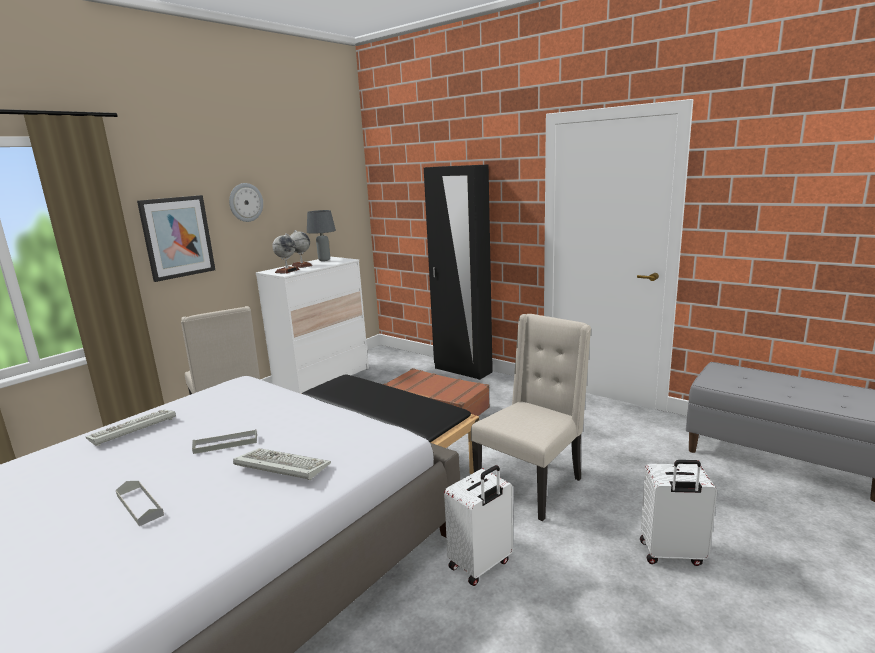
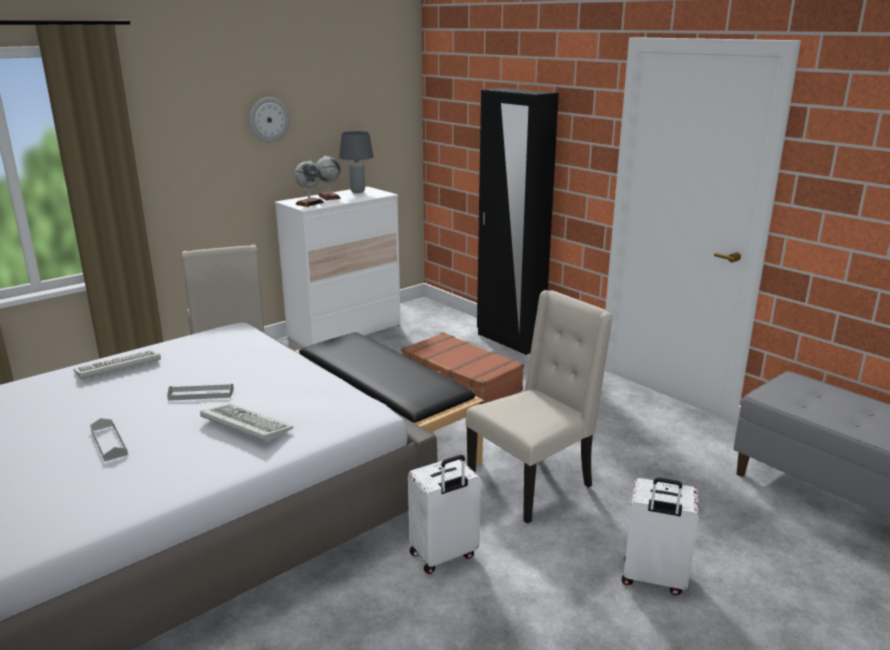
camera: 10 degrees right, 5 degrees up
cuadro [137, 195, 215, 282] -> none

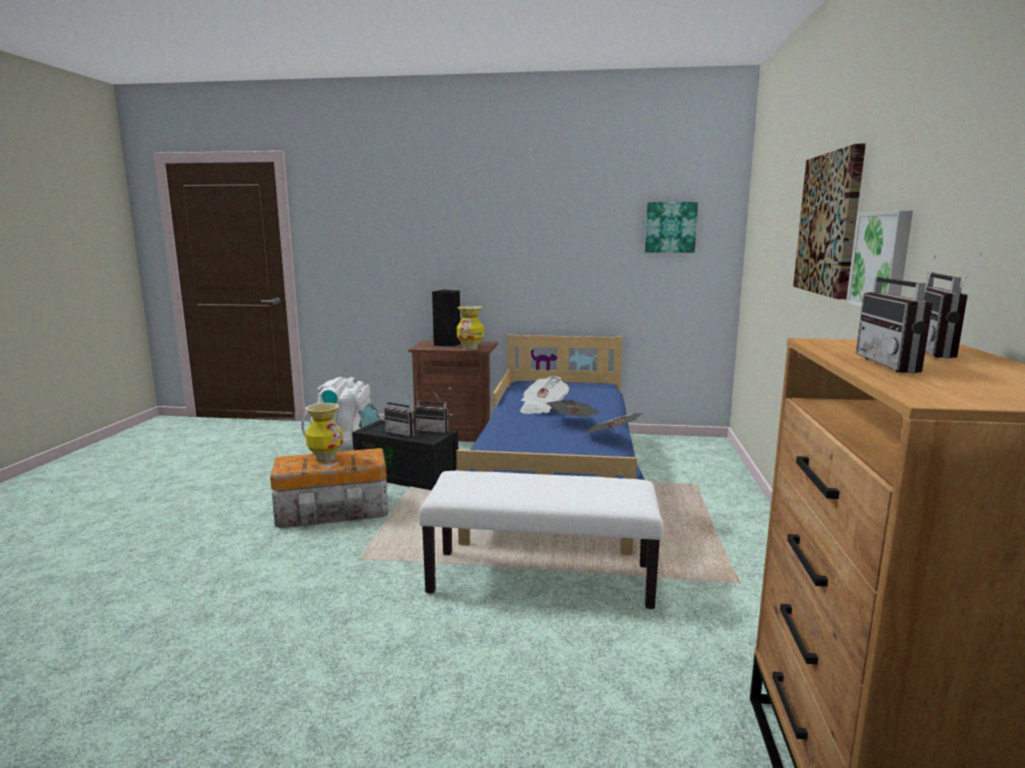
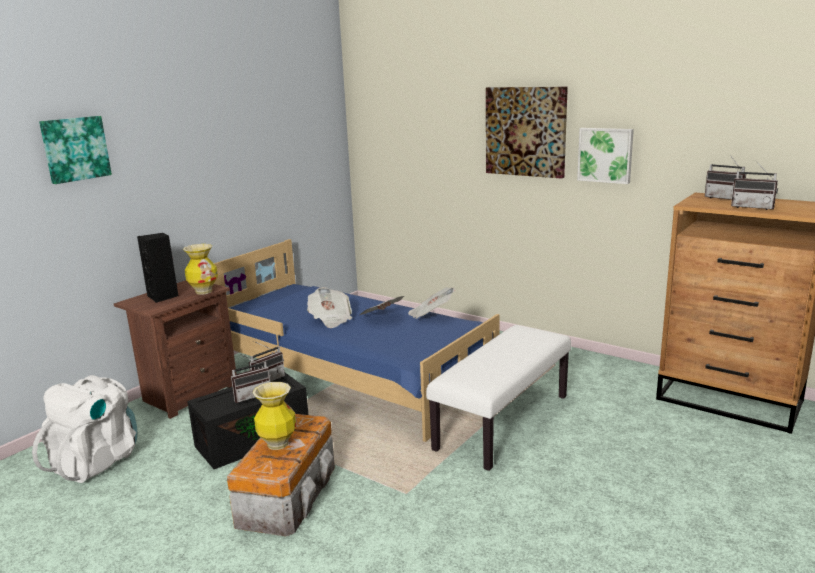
camera: 60 degrees left, 5 degrees up
cuadro [645, 202, 698, 253] -> cuadro [39, 116, 112, 184], moved

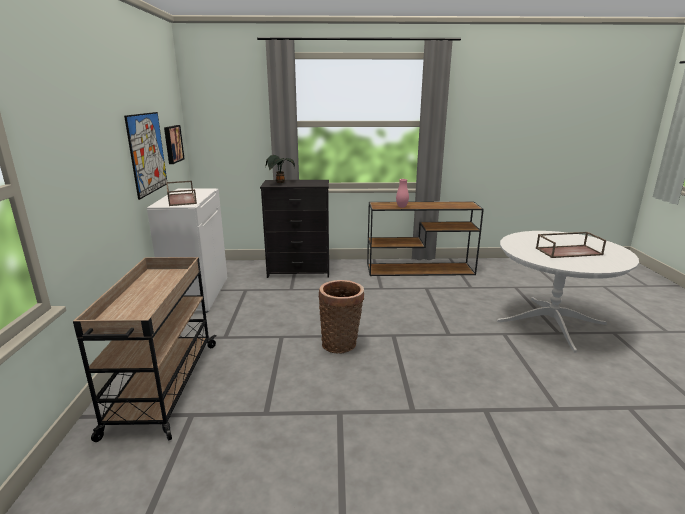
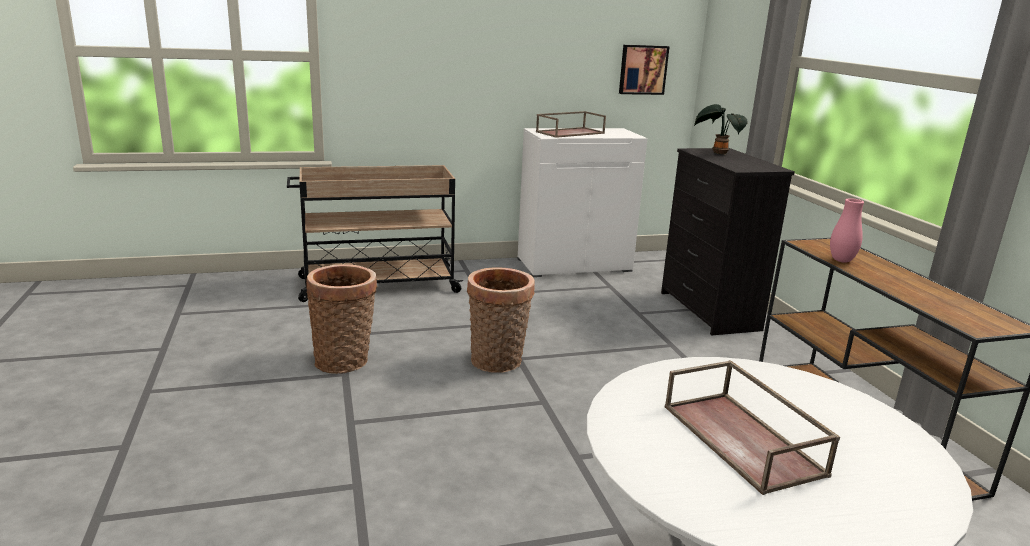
camera: 75 degrees right, 0 degrees up
cuadro [124, 112, 167, 200] -> none
none -> cesta [306, 264, 378, 374]

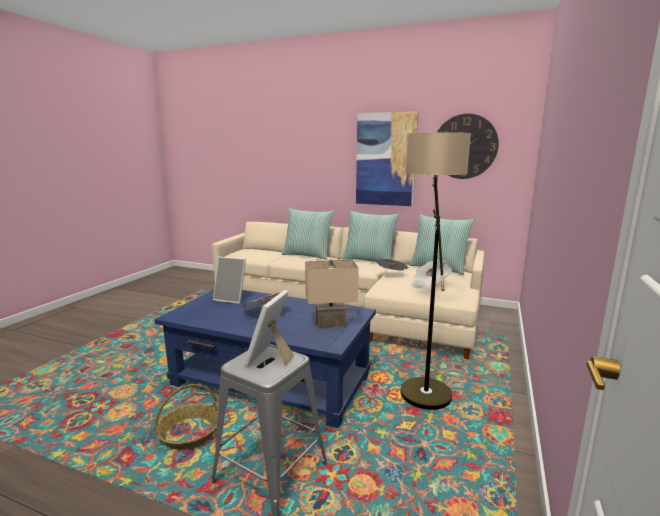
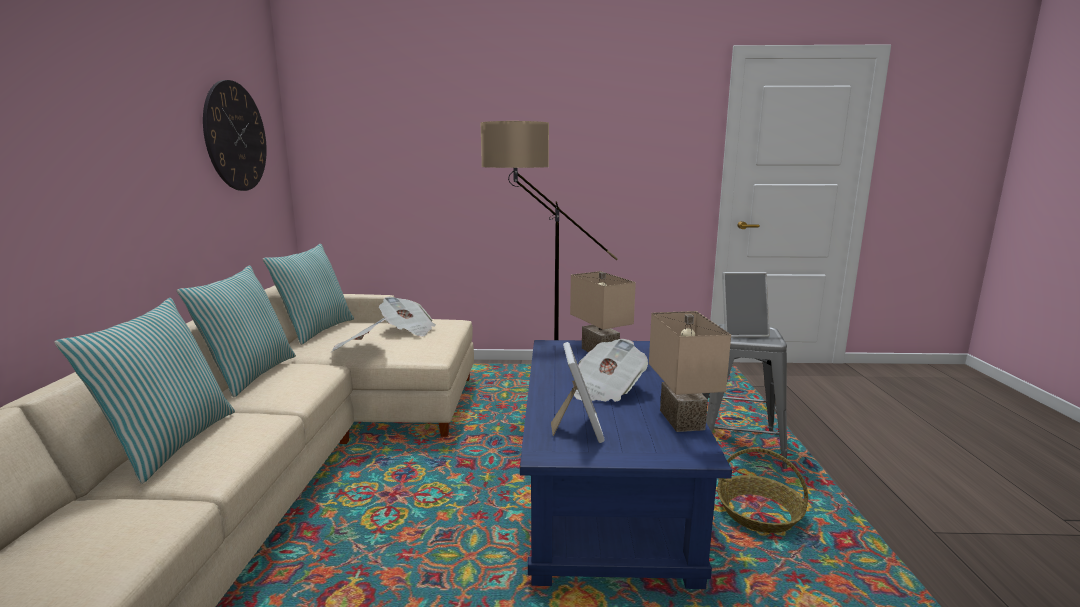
camera: 110 degrees left, 0 degrees up
cuadro [356, 111, 418, 206] -> none
none -> lámpara de mesa/beis [649, 311, 731, 432]

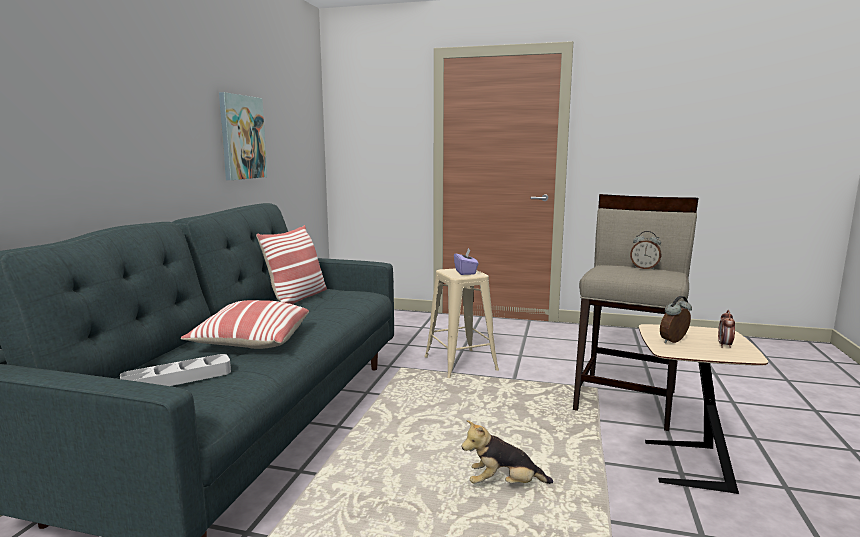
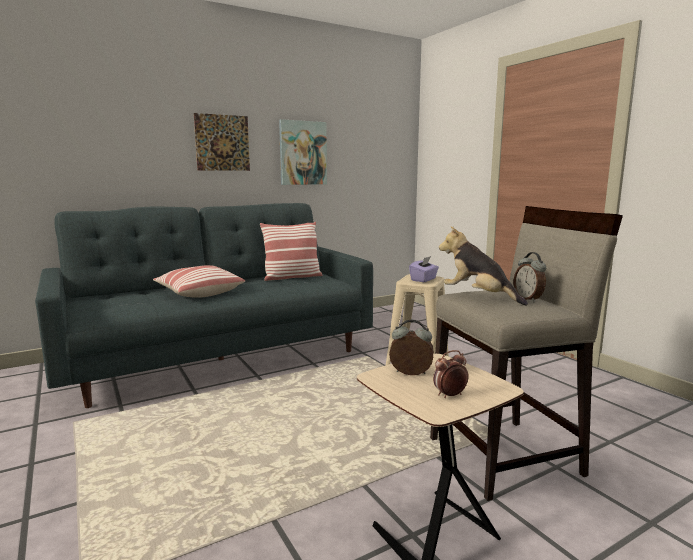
camera: 45 degrees right, 0 degrees up
bandeja/gris [120, 354, 231, 386] -> none
none -> cuadro [194, 113, 250, 171]
peluche [461, 420, 553, 484] -> peluche [439, 226, 528, 306], moved

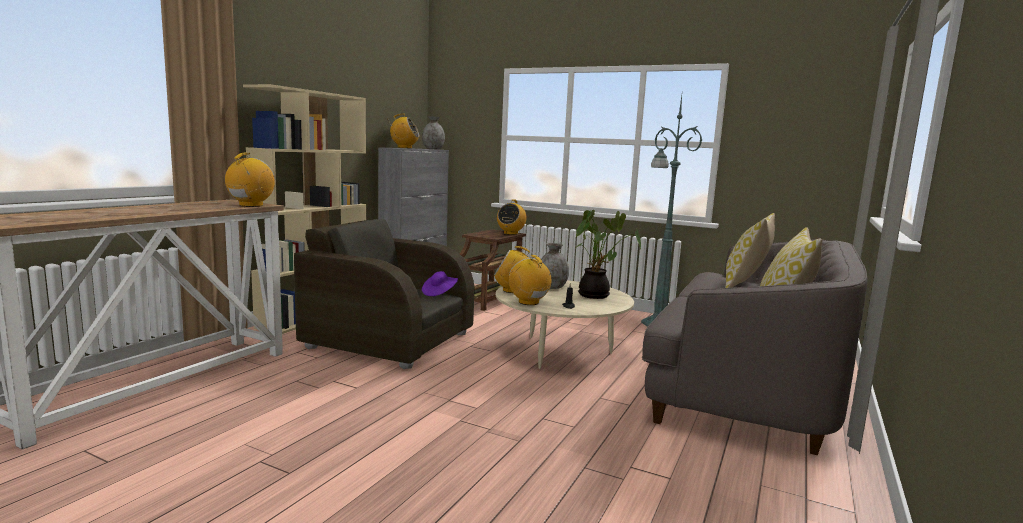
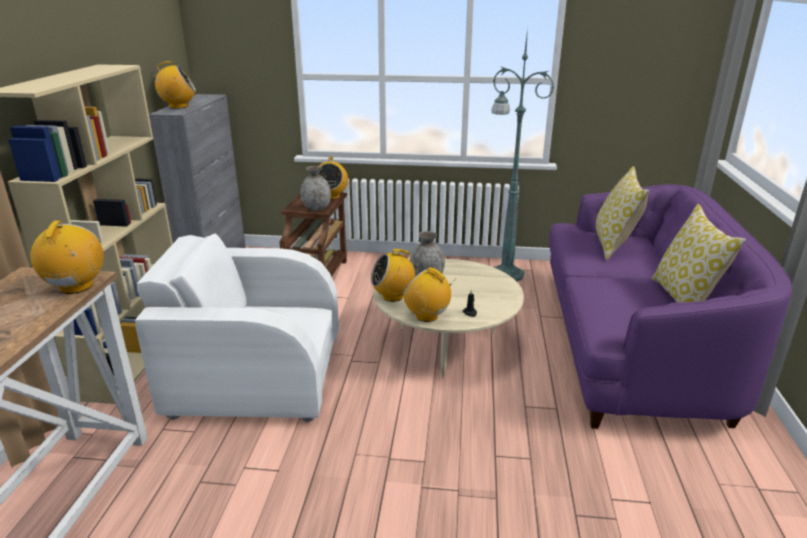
camera: 20 degrees left, 15 degrees up
sombrero/morado [422, 271, 458, 296] -> none
planta en maceta [575, 210, 641, 299] -> none
florero/gris [422, 116, 445, 149] -> florero/gris [300, 166, 331, 211], moved
sillón/marrón [294, 219, 475, 369] -> sillón/blanco [135, 234, 339, 422]
sofá/gris [642, 240, 868, 455] -> sofá/morado [549, 184, 792, 429]

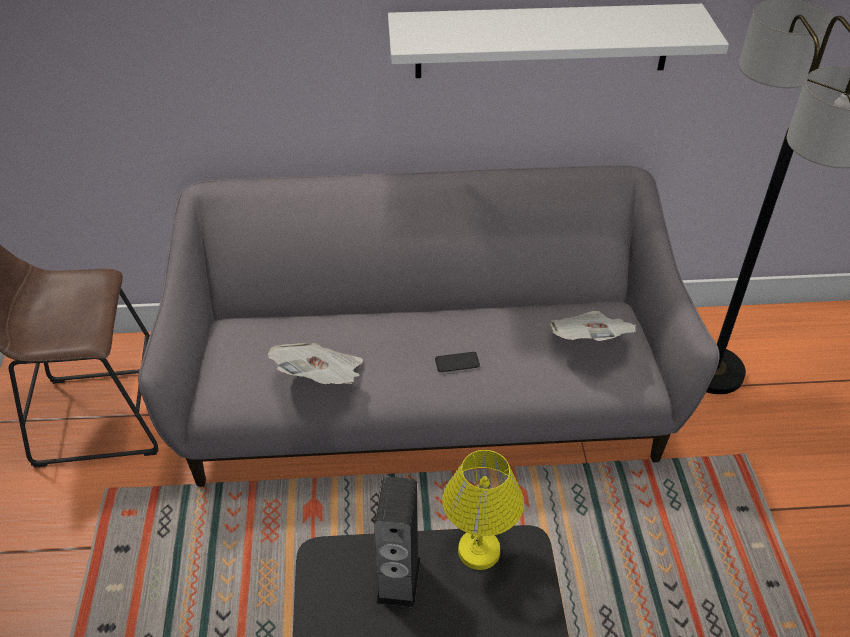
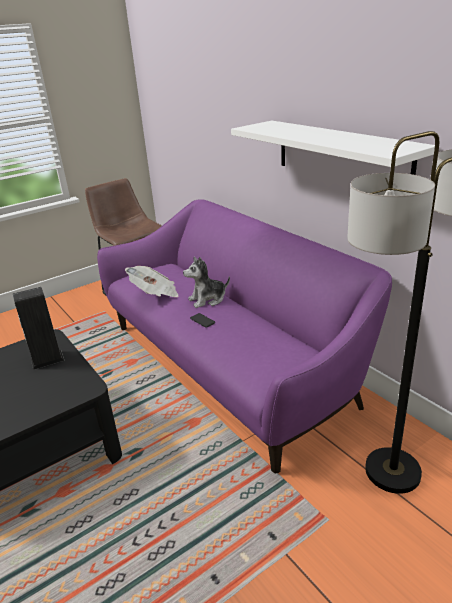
camera: 60 degrees right, 15 degrees down
lámpara de mesa/amarillo [442, 450, 524, 570] -> none
periódico [550, 311, 636, 341] -> none
none -> peluche [183, 257, 230, 308]
sofá/gris [138, 165, 720, 487] -> sofá/morado [97, 199, 392, 473]

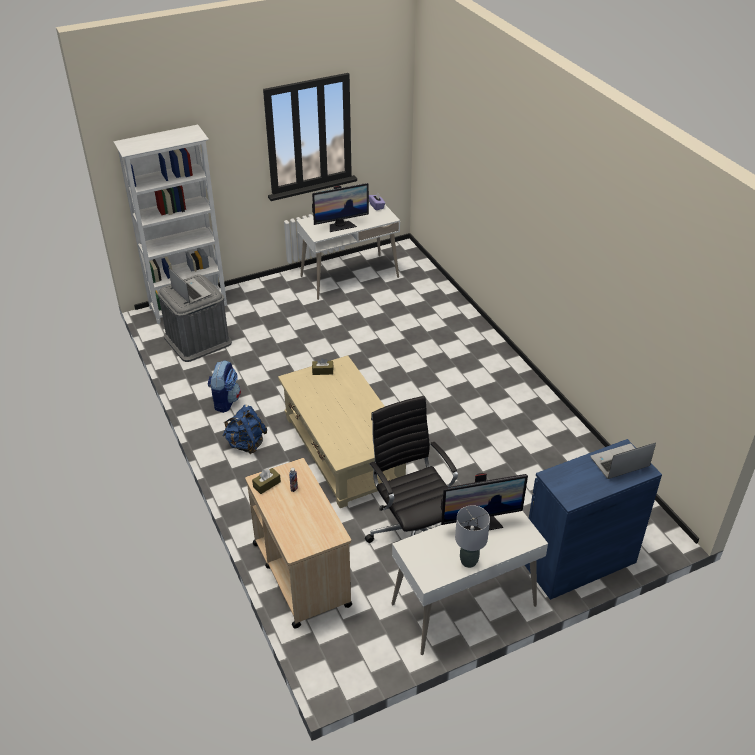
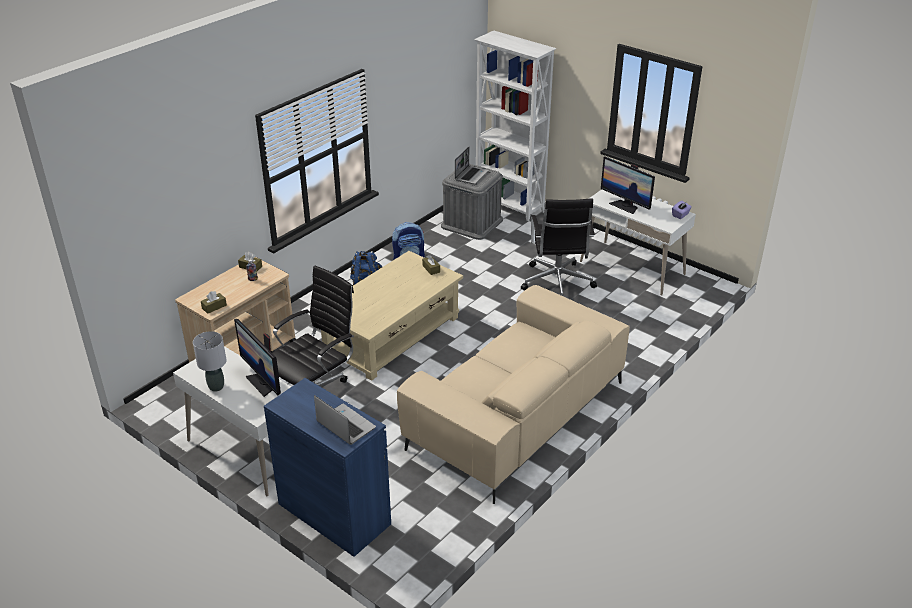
camera: 65 degrees right, 5 degrees down
none -> caja de pañuelos/marrón [201, 291, 227, 314]
none -> sofá/beis [397, 285, 630, 504]
none -> silla de oficina/negro [521, 198, 597, 296]

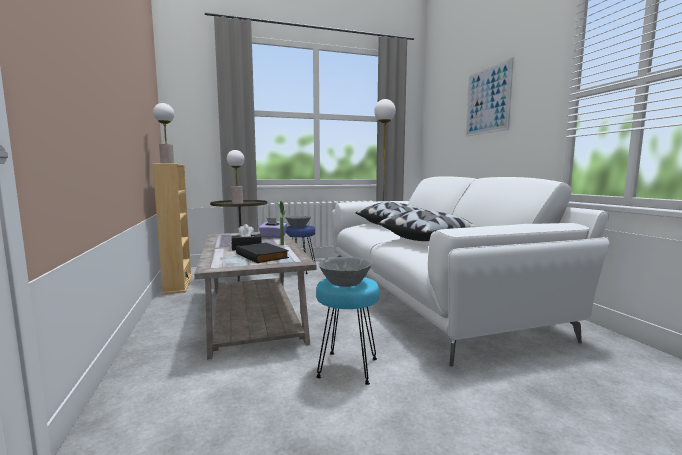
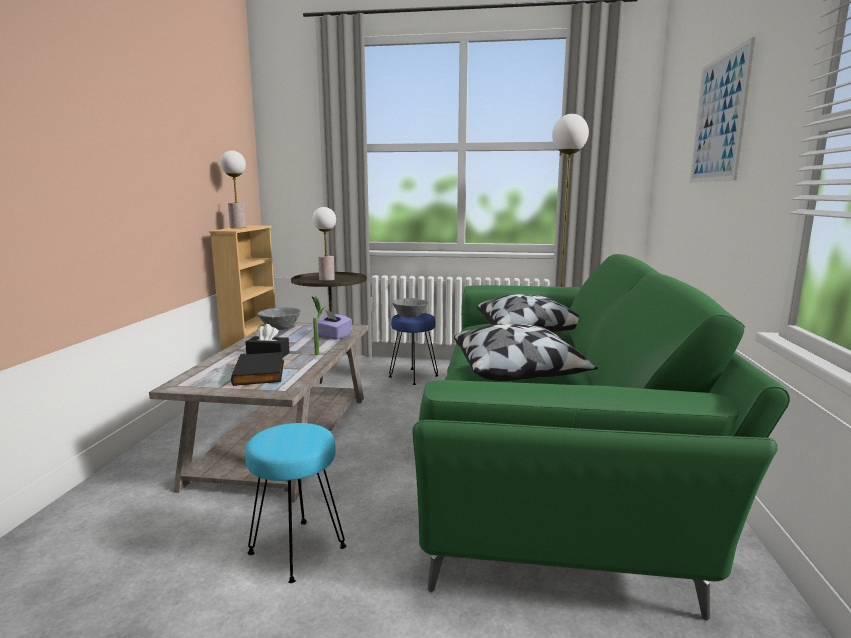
camera: 25 degrees right, 5 degrees up
cuenco/gris [319, 257, 372, 287] -> cuenco/gris [257, 307, 301, 330], moved
sofá/blanco [332, 176, 609, 367] -> sofá/verde [413, 254, 790, 621]

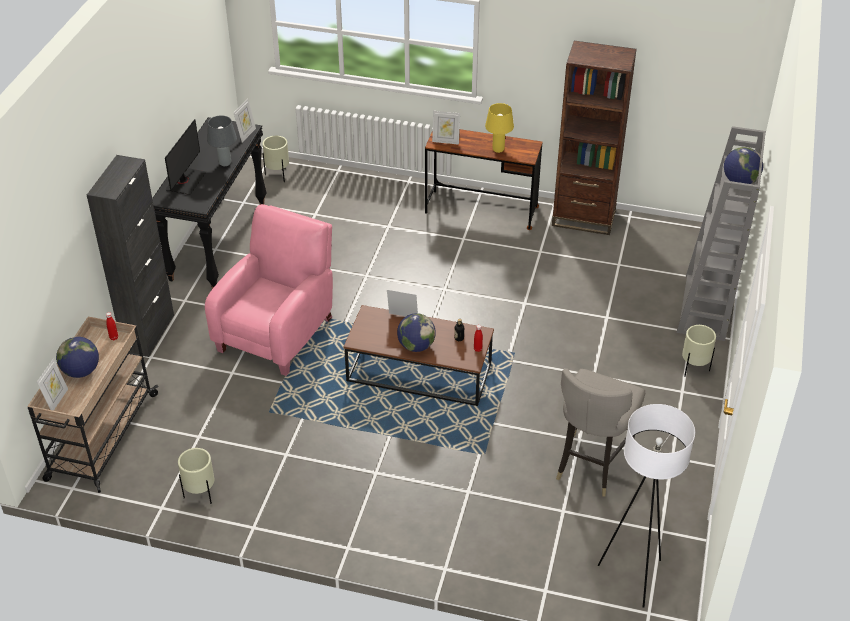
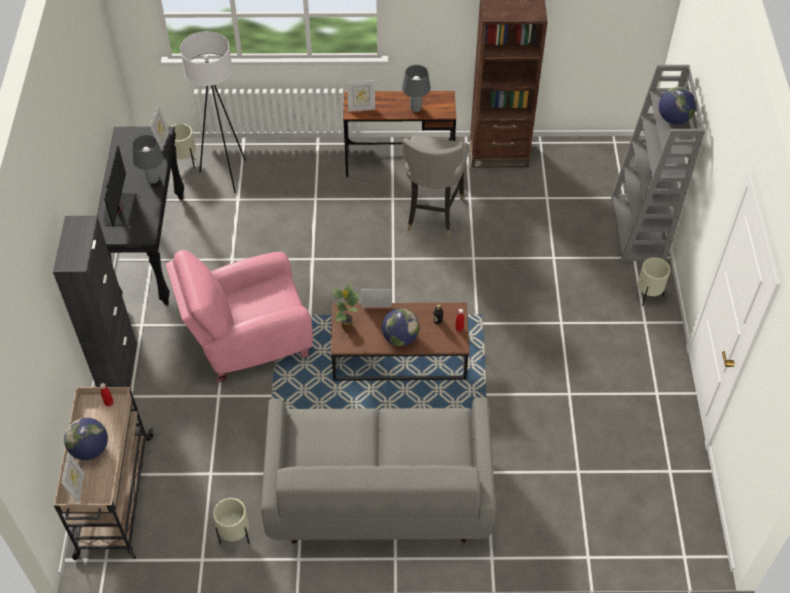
camera: 15 degrees left, 10 degrees up
none -> sofá/gris [261, 398, 496, 544]
none -> planta en maceta [333, 284, 358, 331]
taburete/gris [556, 369, 645, 496] -> taburete/gris [402, 136, 469, 237], moved
lámpara de pie/blanco [598, 404, 695, 608] -> lámpara de pie/blanco [180, 31, 246, 193], moved
lámpara de mesa/amarillo [485, 103, 514, 153] -> lámpara de mesa/gris [402, 65, 431, 112]
sillón/rosa [205, 204, 333, 376] -> sillón/rosa [166, 250, 313, 383], 120 degrees counterclockwise

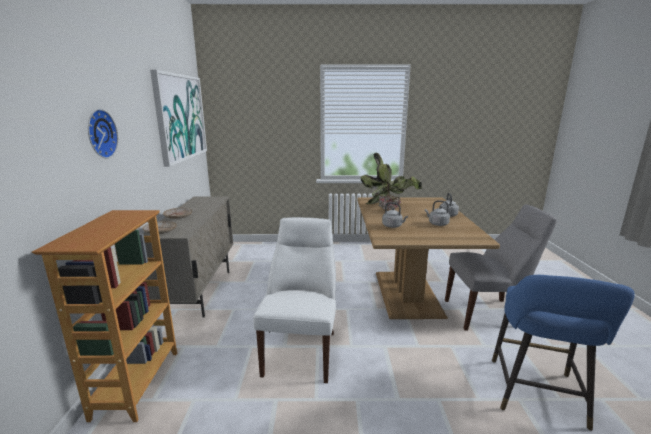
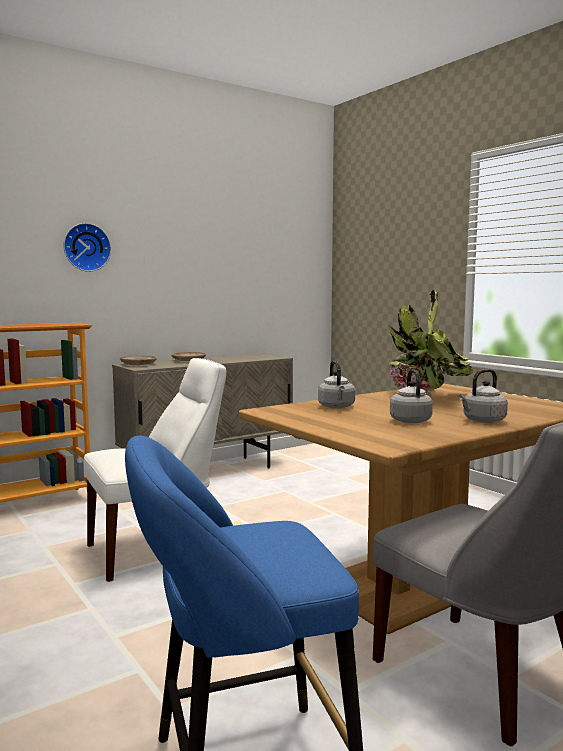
camera: 55 degrees right, 10 degrees down
cuadro [150, 70, 207, 167] -> none

